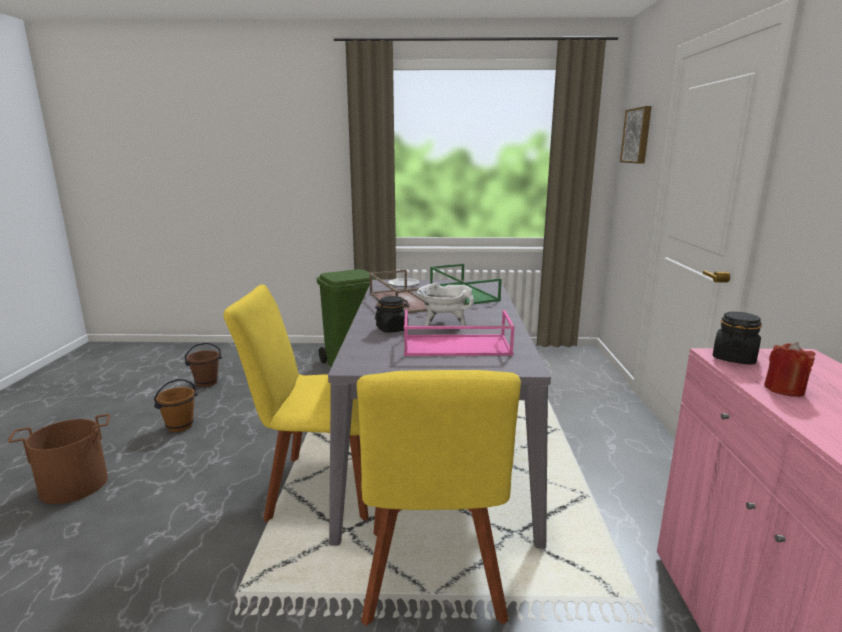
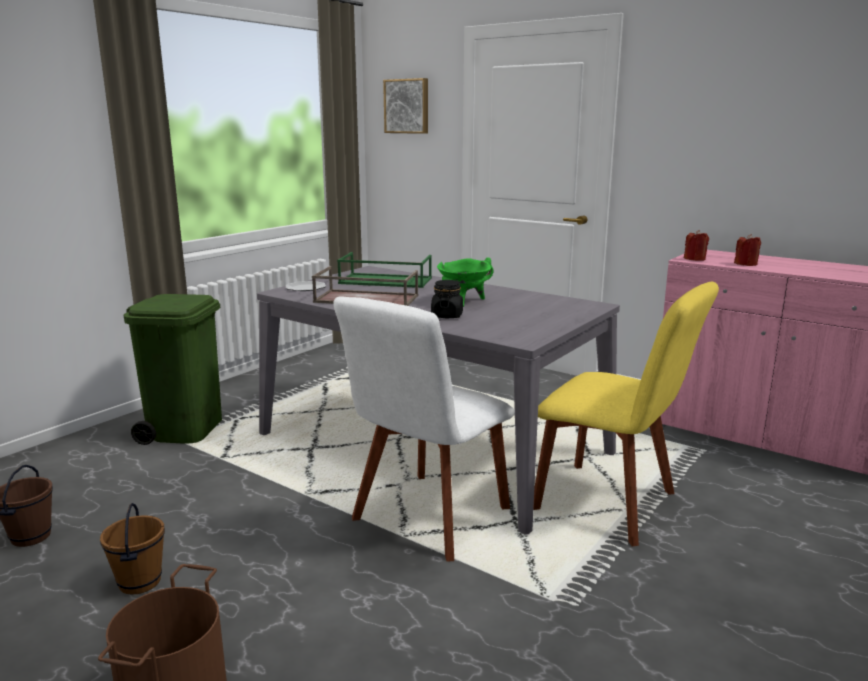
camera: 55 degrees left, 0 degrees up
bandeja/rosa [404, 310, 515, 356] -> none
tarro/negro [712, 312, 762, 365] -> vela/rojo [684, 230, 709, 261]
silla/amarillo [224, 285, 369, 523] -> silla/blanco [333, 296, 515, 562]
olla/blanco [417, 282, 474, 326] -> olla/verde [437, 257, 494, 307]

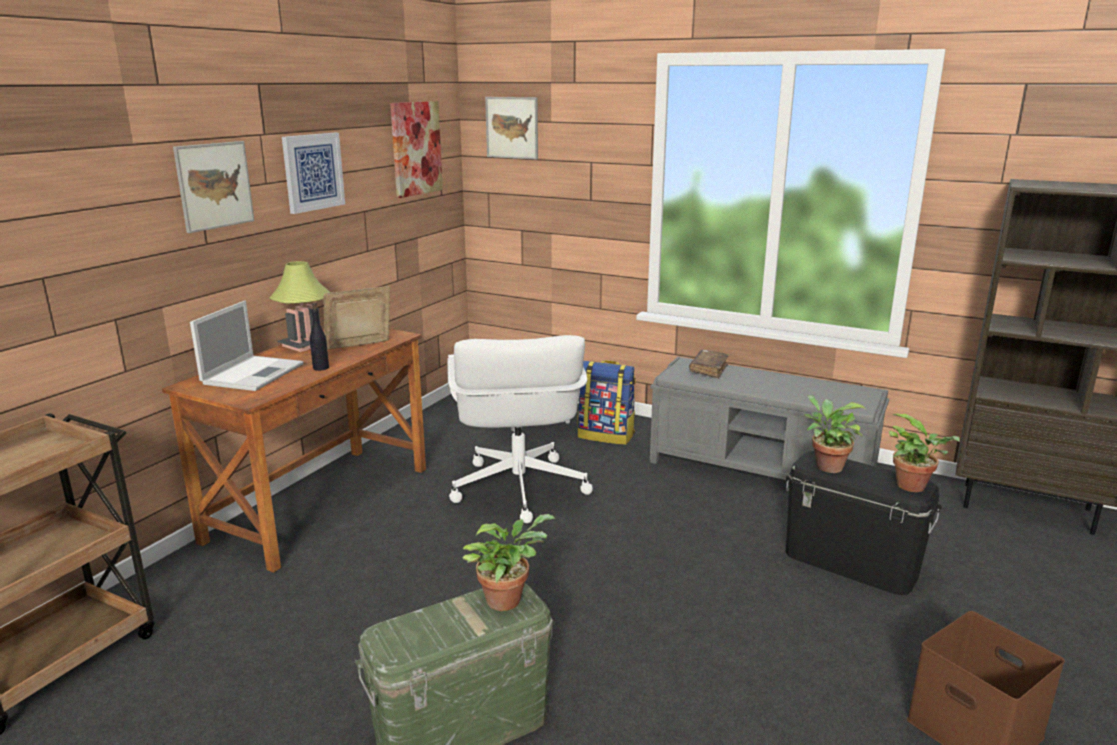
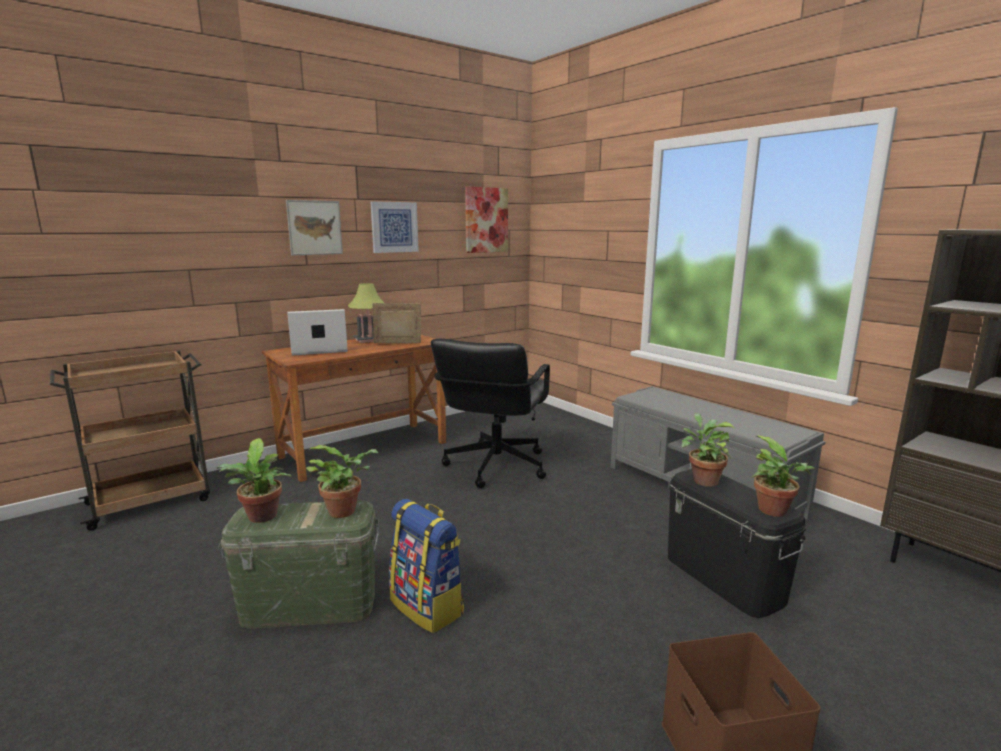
camera: 25 degrees right, 5 degrees down
botella/negro [310, 303, 329, 371] -> none
cuadro [485, 97, 538, 160] -> none
libro/marrón [689, 350, 729, 379] -> none
none -> planta en maceta [217, 438, 292, 523]
mochila [578, 360, 636, 445] -> mochila [389, 499, 464, 633], moved
silla de oficina/blanco [447, 335, 593, 523] -> silla de oficina/negro [431, 339, 550, 488]
portátil [190, 300, 303, 391] -> portátil [287, 309, 348, 356], 150 degrees counterclockwise

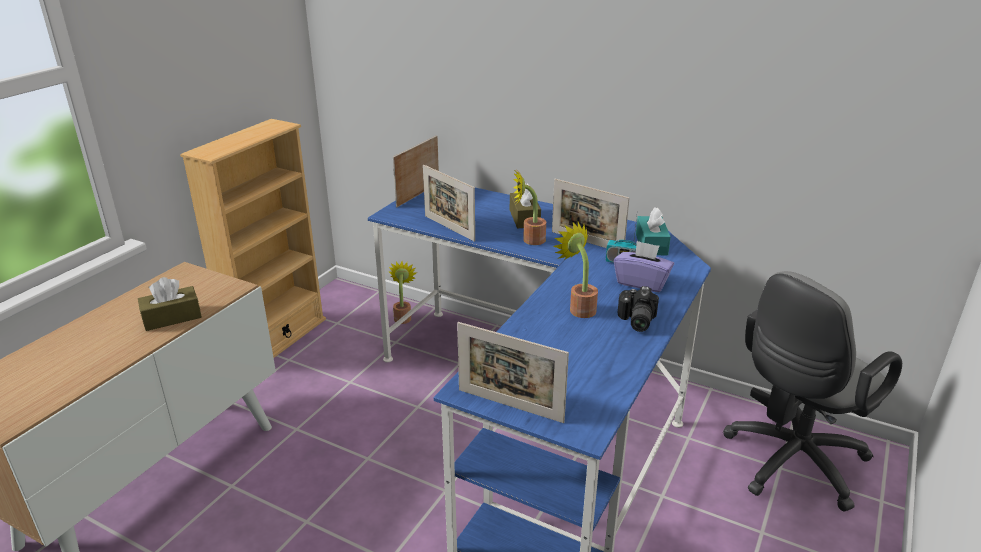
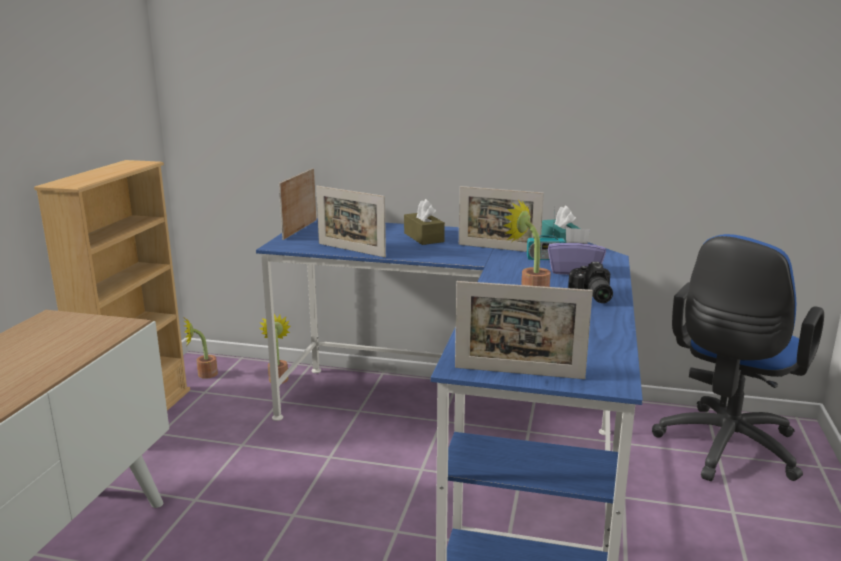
camera: 15 degrees left, 10 degrees down
caja de pañuelos/marrón [138, 277, 202, 331] -> none
planta en maceta [513, 171, 546, 245] -> planta en maceta [183, 318, 218, 379], moved
silla de oficina/gris [723, 271, 902, 511] -> silla de oficina/azul [652, 234, 824, 481]

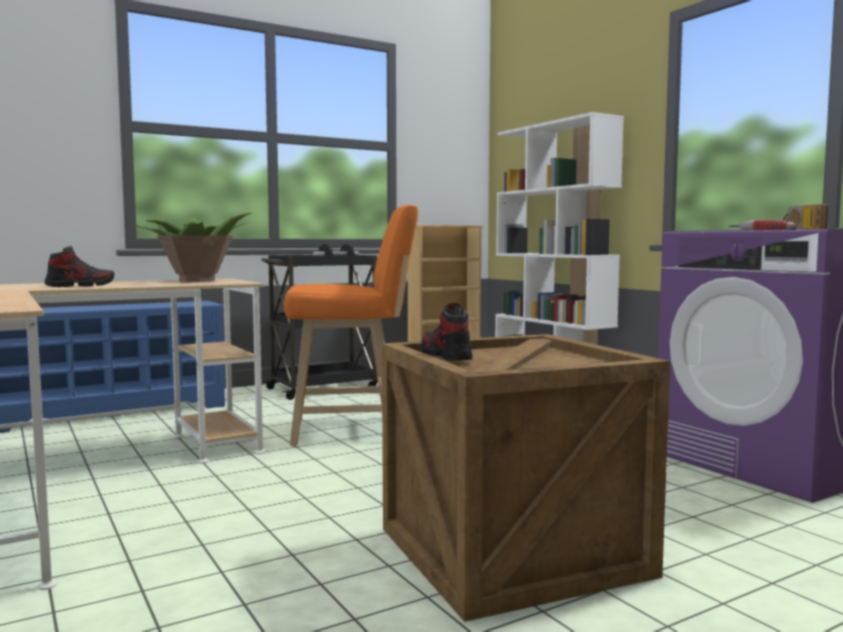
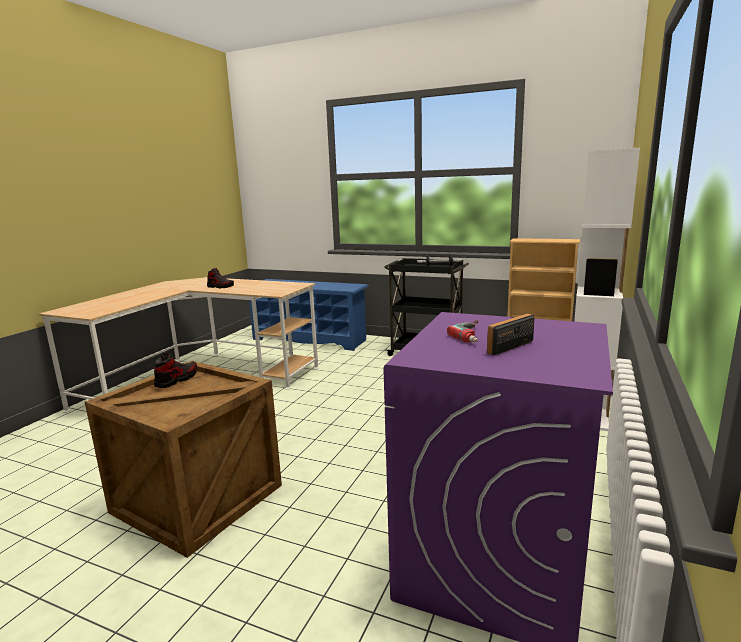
camera: 55 degrees right, 10 degrees up
planta en maceta [135, 213, 251, 282] -> none
taburete/naranja [284, 205, 418, 446] -> none

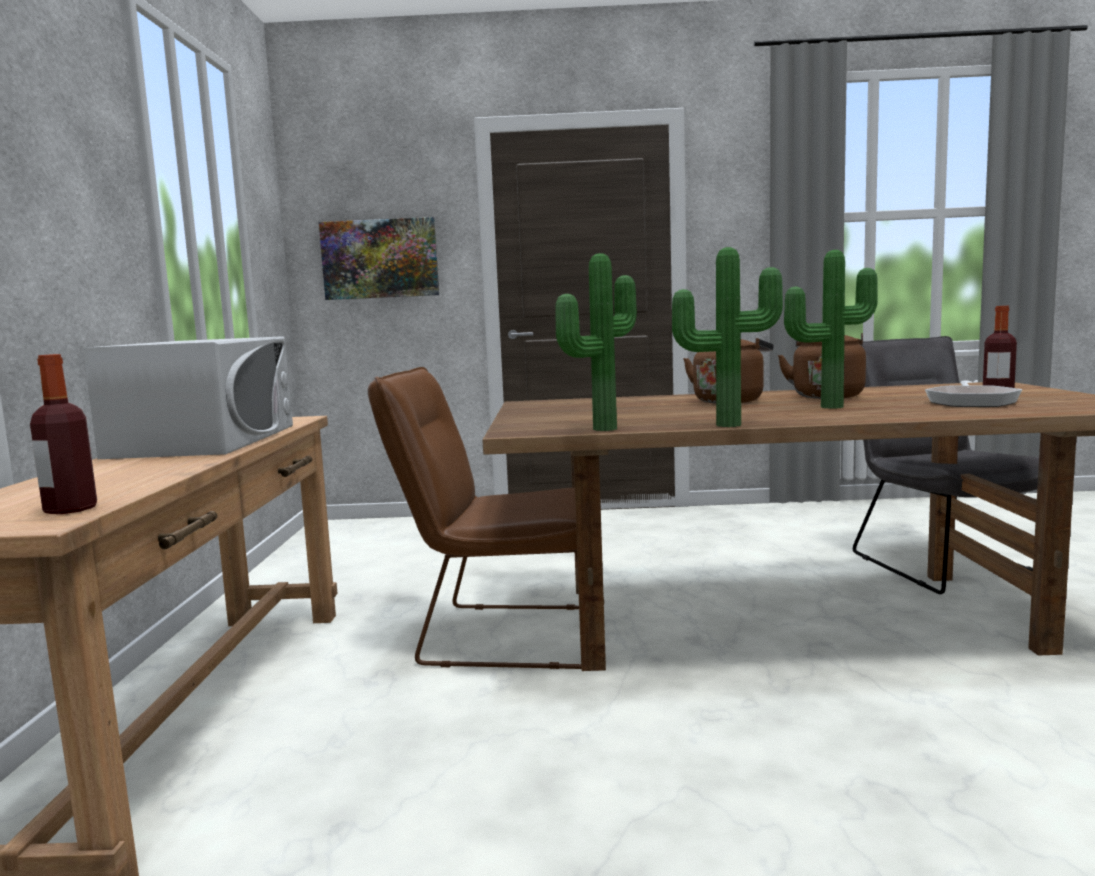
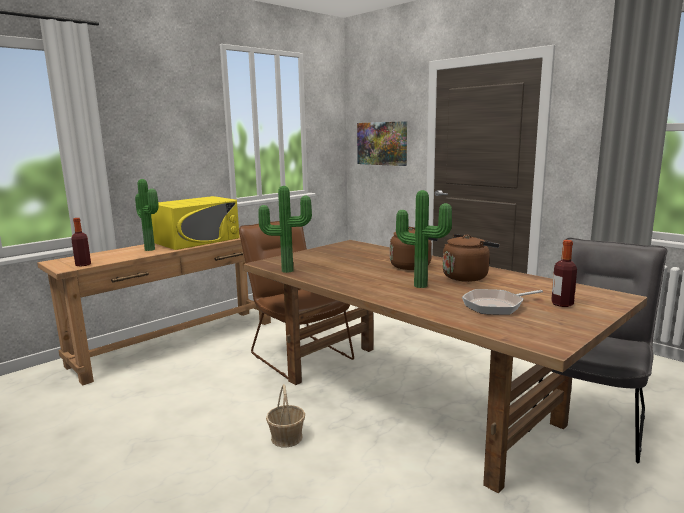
camera: 45 degrees right, 5 degrees up
none -> cesta [266, 384, 305, 447]
planta en maceta [672, 247, 783, 427] -> planta en maceta [135, 179, 159, 251], moved
microondas/blanco [83, 336, 293, 459] -> microondas/amarillo [151, 196, 240, 250]

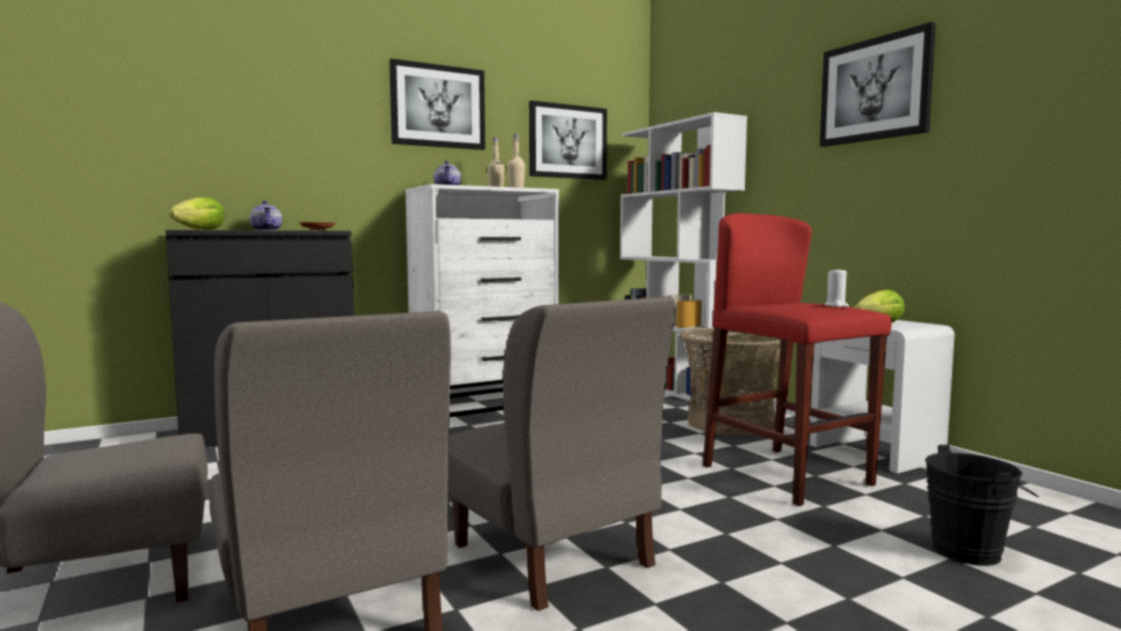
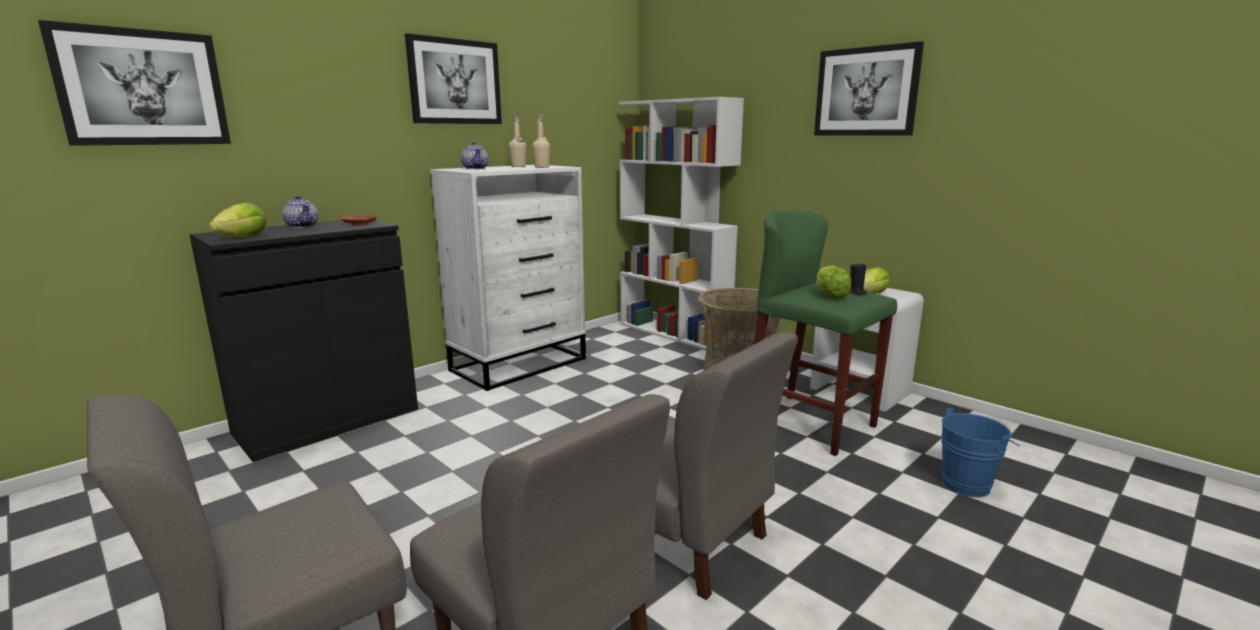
camera: 15 degrees left, 10 degrees up
none -> lechuga [817, 265, 851, 299]
cuadro [529, 100, 607, 180] -> cuadro [38, 20, 231, 146], moved
taburete/rojo [703, 213, 891, 506] -> taburete/verde [753, 210, 897, 456]
vela/blanco [825, 268, 849, 307] -> vela/negro [850, 263, 867, 295]
cubo/negro [925, 445, 1039, 566] -> cubo/azul [941, 408, 1020, 498]

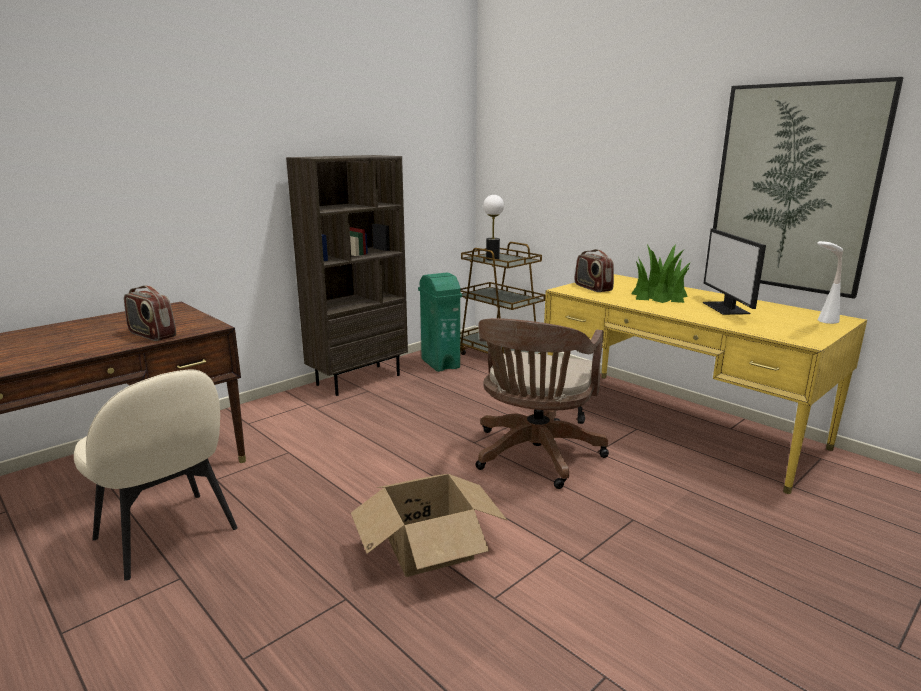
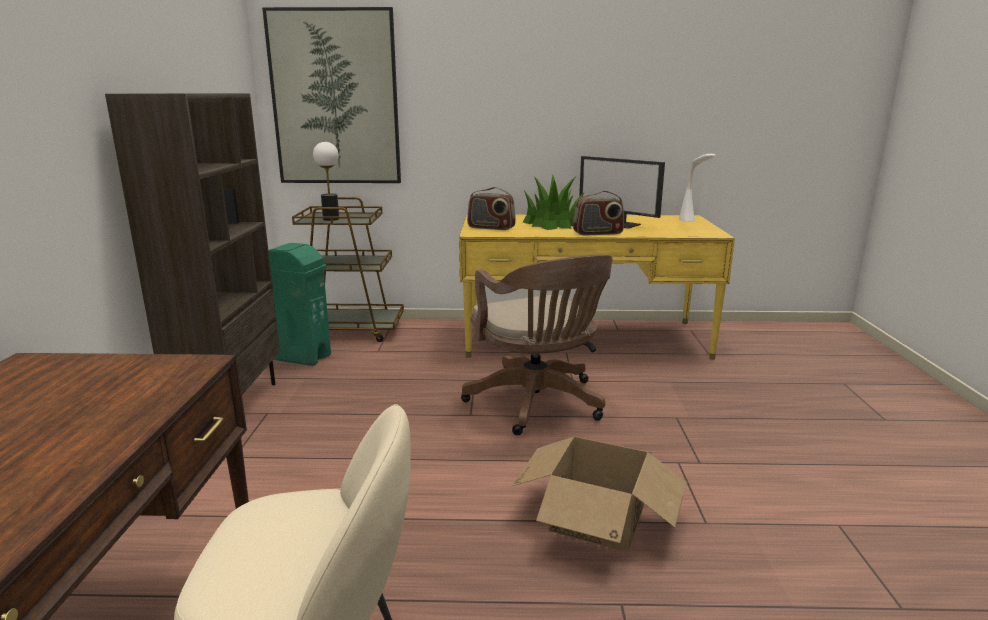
camera: 45 degrees left, 0 degrees up
radio [124, 285, 176, 341] -> radio [573, 191, 624, 235], moved
cuadro [713, 77, 904, 299] -> cuadro [262, 7, 401, 183], moved

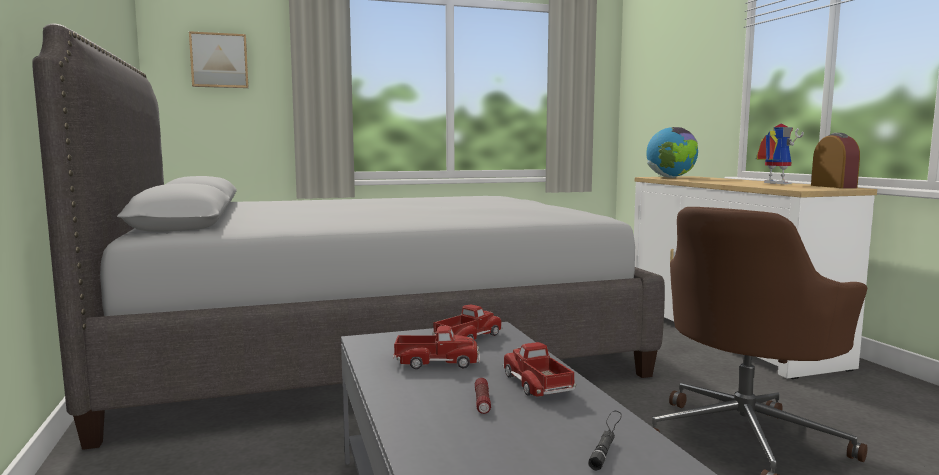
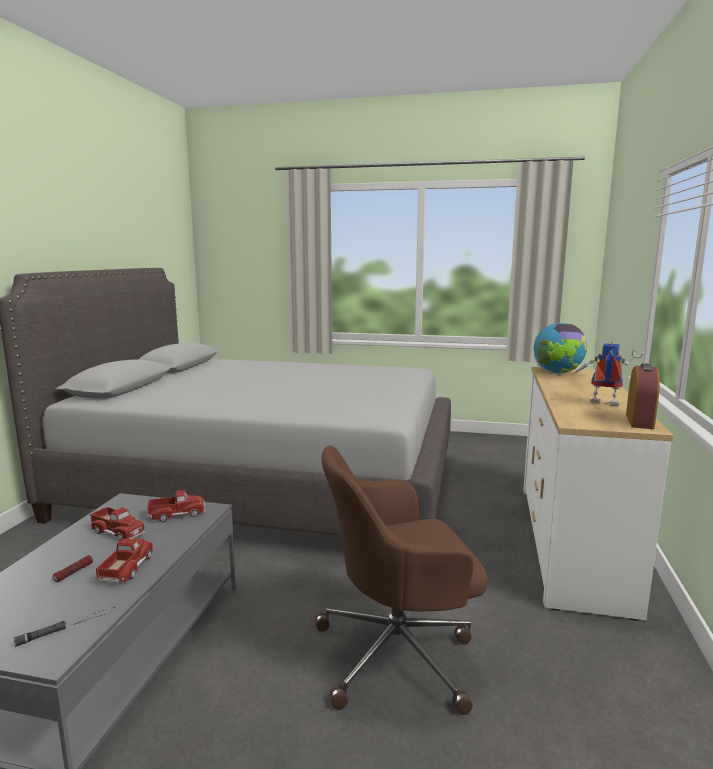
camera: 30 degrees right, 5 degrees up
cuadro [189, 31, 249, 88] -> none
robot de juguete [756, 123, 804, 185] -> robot de juguete [572, 342, 644, 406], 75 degrees counterclockwise

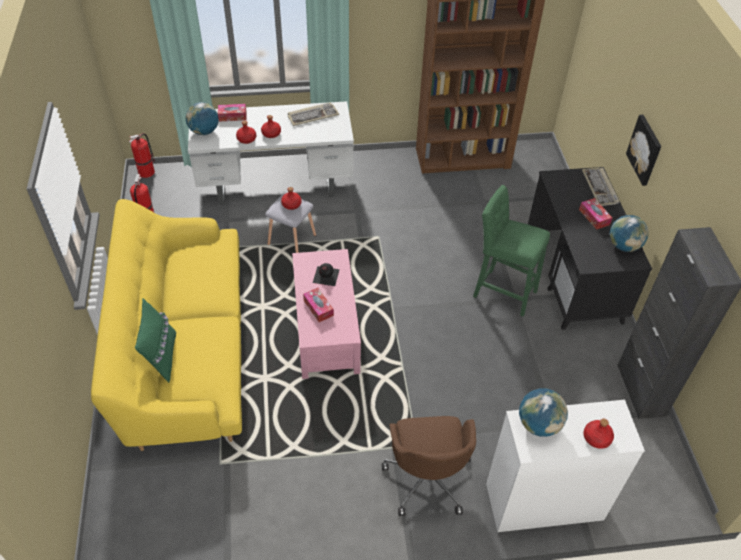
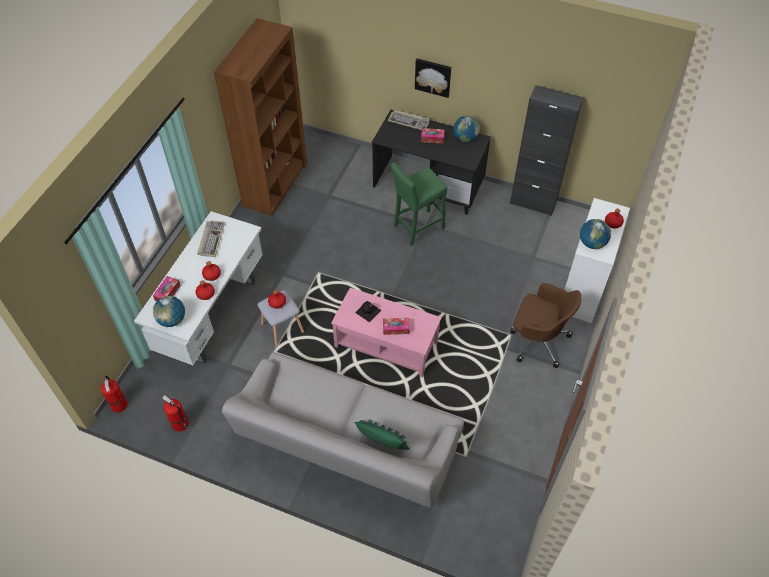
camera: 60 degrees left, 5 degrees up
sofá/amarillo [91, 199, 242, 451] -> sofá/gris [222, 352, 464, 508]

